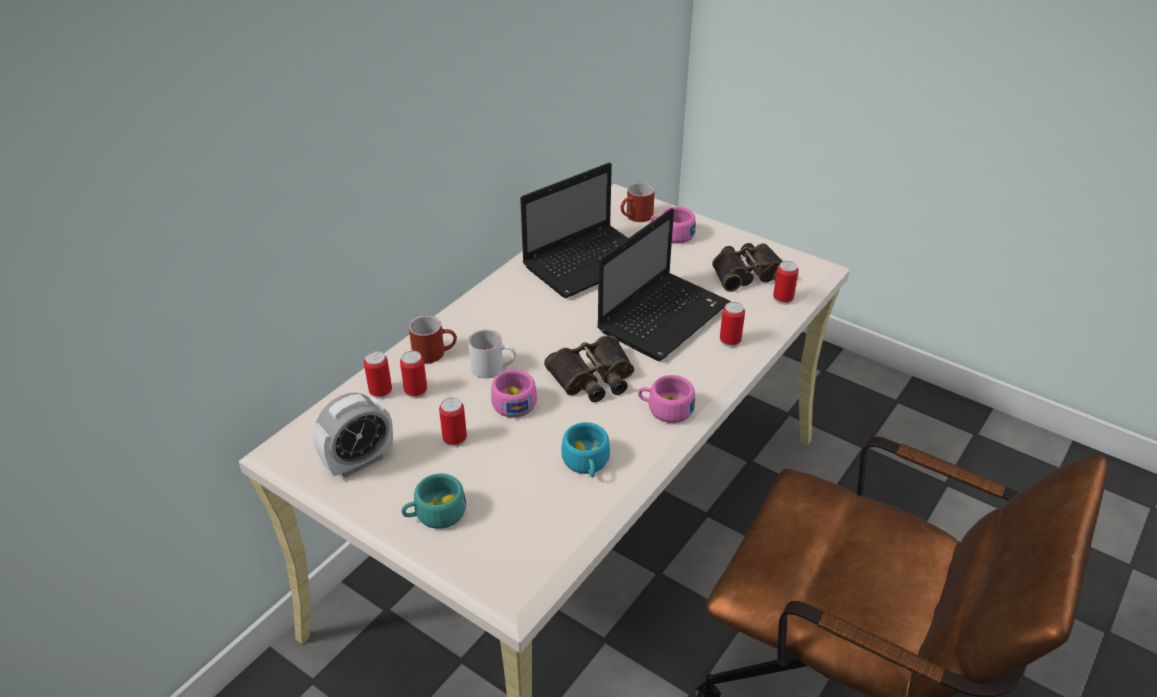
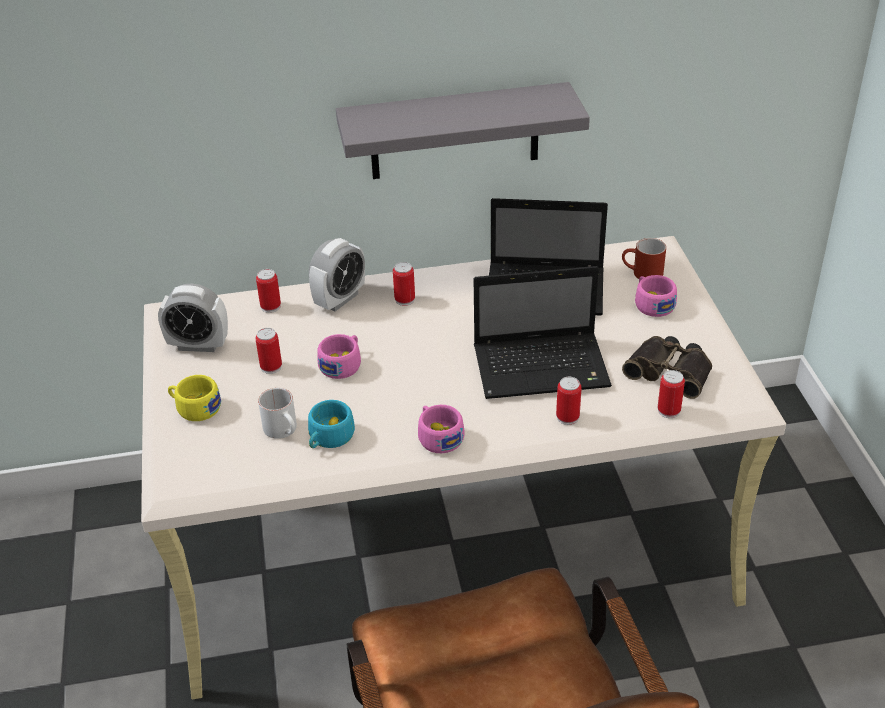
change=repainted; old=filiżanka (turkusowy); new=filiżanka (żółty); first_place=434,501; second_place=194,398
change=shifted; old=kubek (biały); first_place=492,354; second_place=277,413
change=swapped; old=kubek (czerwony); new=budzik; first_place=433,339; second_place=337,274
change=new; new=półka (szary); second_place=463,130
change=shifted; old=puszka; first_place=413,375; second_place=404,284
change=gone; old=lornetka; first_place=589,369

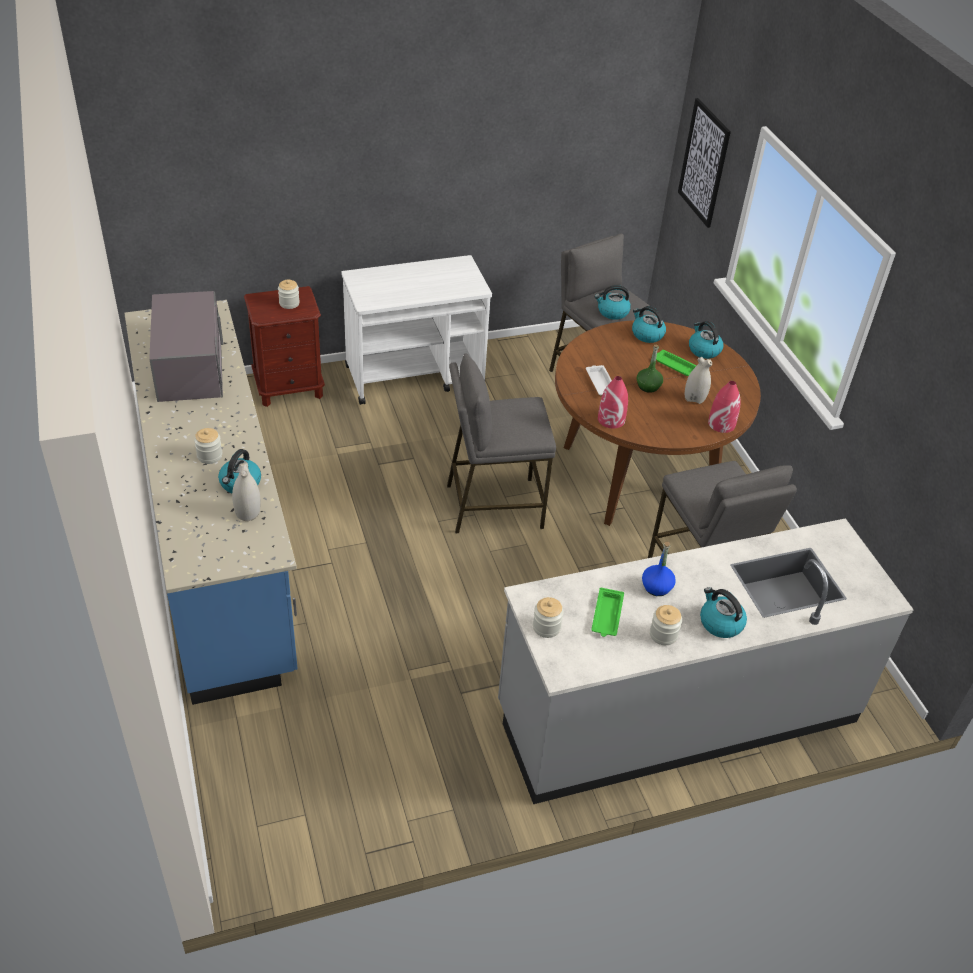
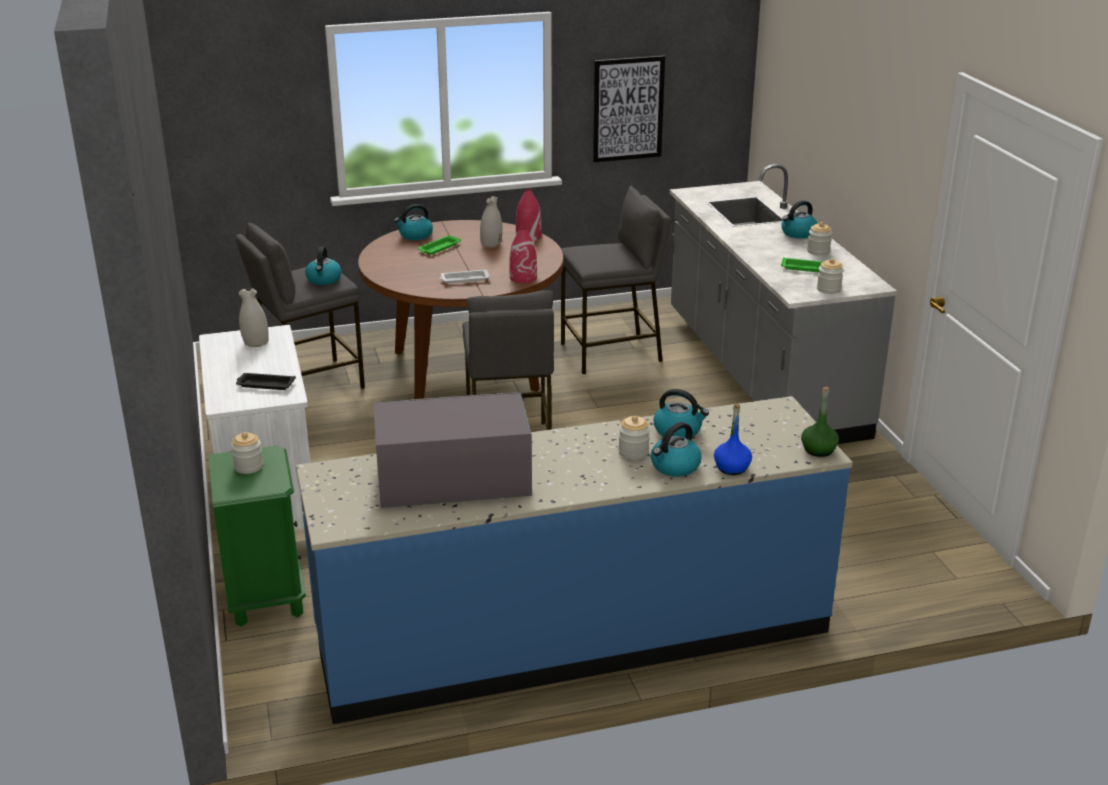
change=repainted; old=szafka nocna (brązowy); new=szafka nocna (zielony); first_place=284,346; second_place=257,536
change=new; new=taca (czarny); second_place=266,381
change=shifted; old=wazon (biały); first_place=246,492; second_place=253,317
change=shifted; old=obraz; first_place=704,163; second_place=629,109
change=shifted; old=czajnik; first_place=649,324; second_place=676,449
change=shifted; old=butelka (niebieski); first_place=659,569; second_place=733,439
change=shifted; old=butelka (zielony); first_place=650,369; second_place=820,421

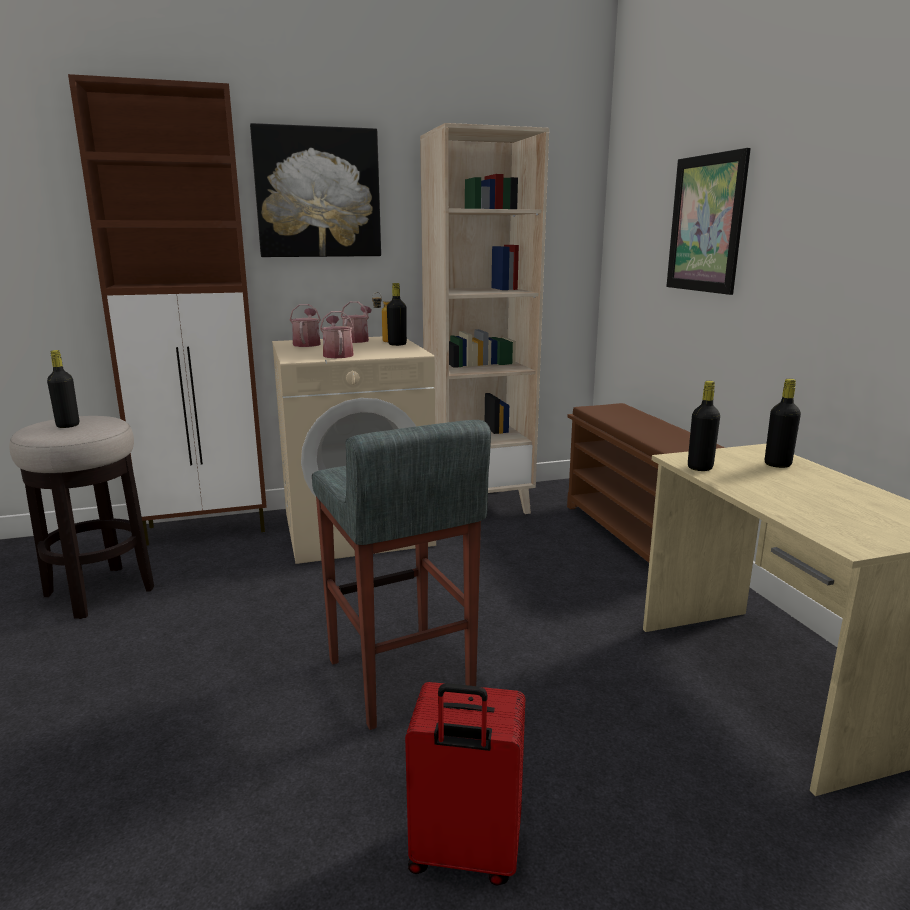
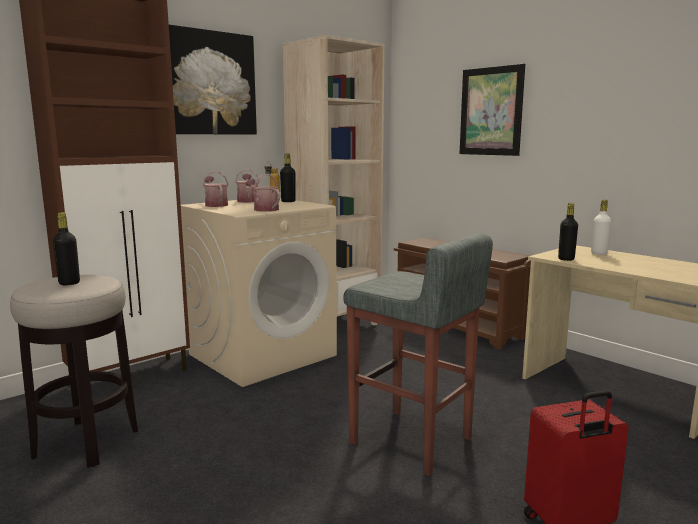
change=repainted; old=butelka (czarny); new=butelka (biały); first_place=783,423; second_place=601,227

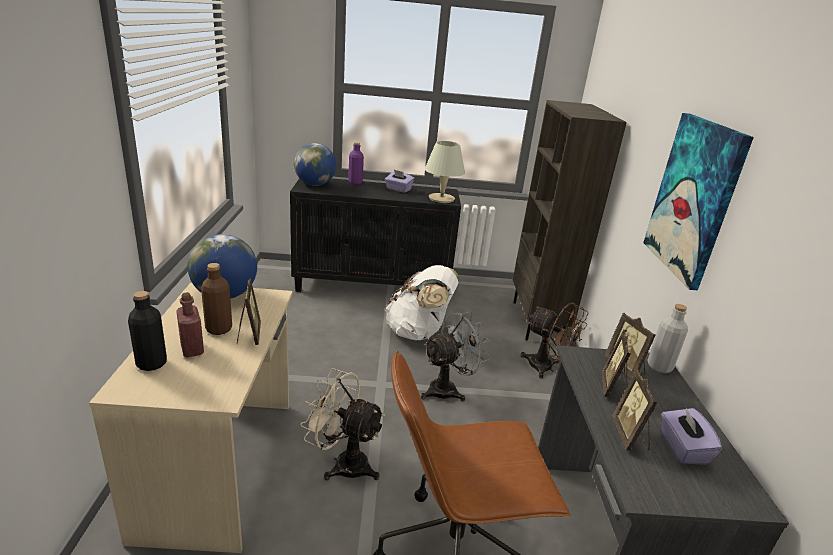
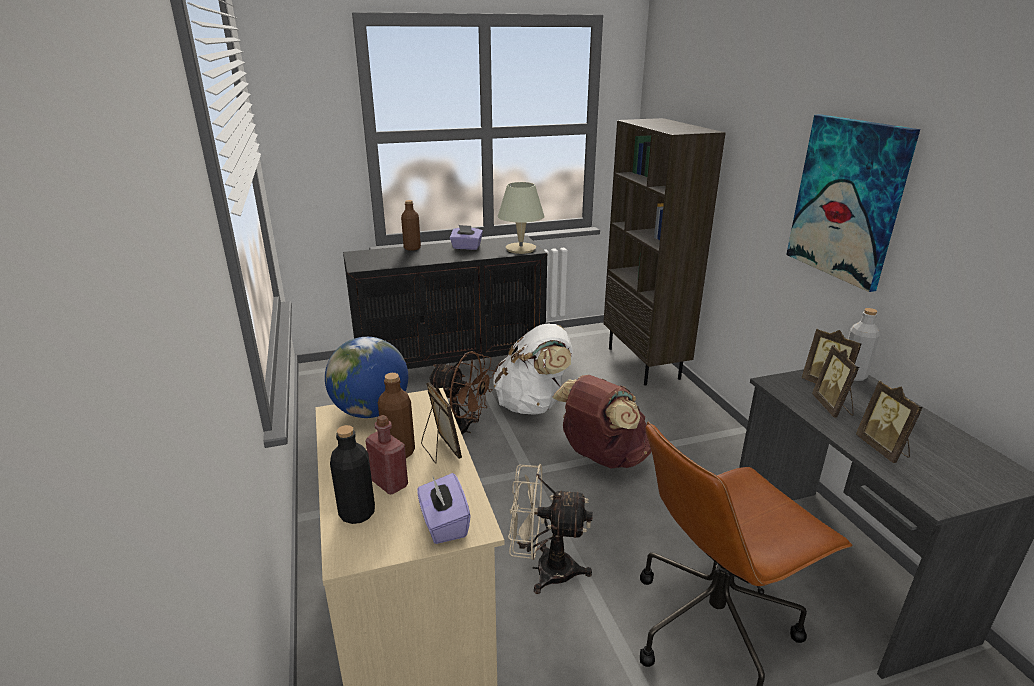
change=repainted; old=butelka (fioletowy); new=butelka (brązowy); first_place=356,163; second_place=411,225
change=shifted; old=pudełko chusteczek (fioletowy); first_place=692,436; second_place=444,508
change=shifted; old=wentylator (brązowy); first_place=554,340; second_place=462,392
change=swapped; old=wentylator (szary); new=plecak (brązowy); first_place=456,356; second_place=601,421
change=gone; old=globus; first_place=315,164

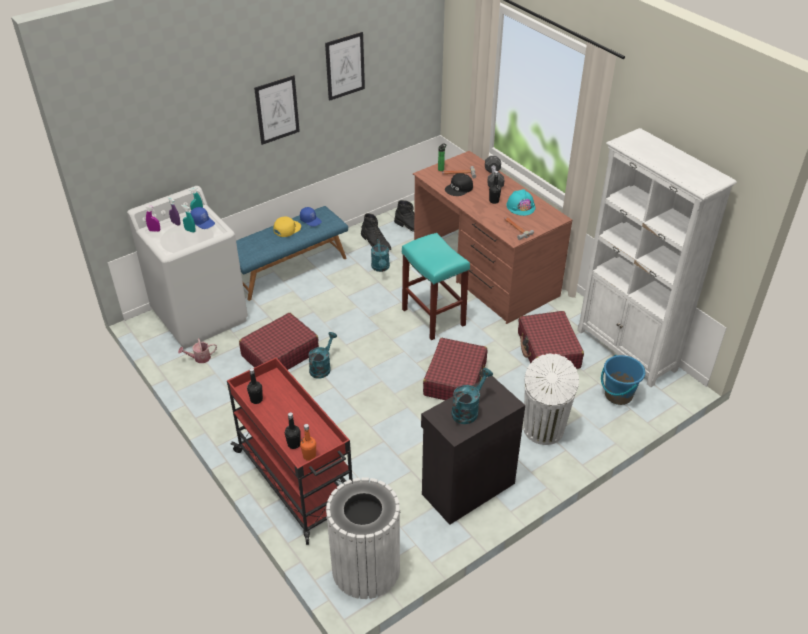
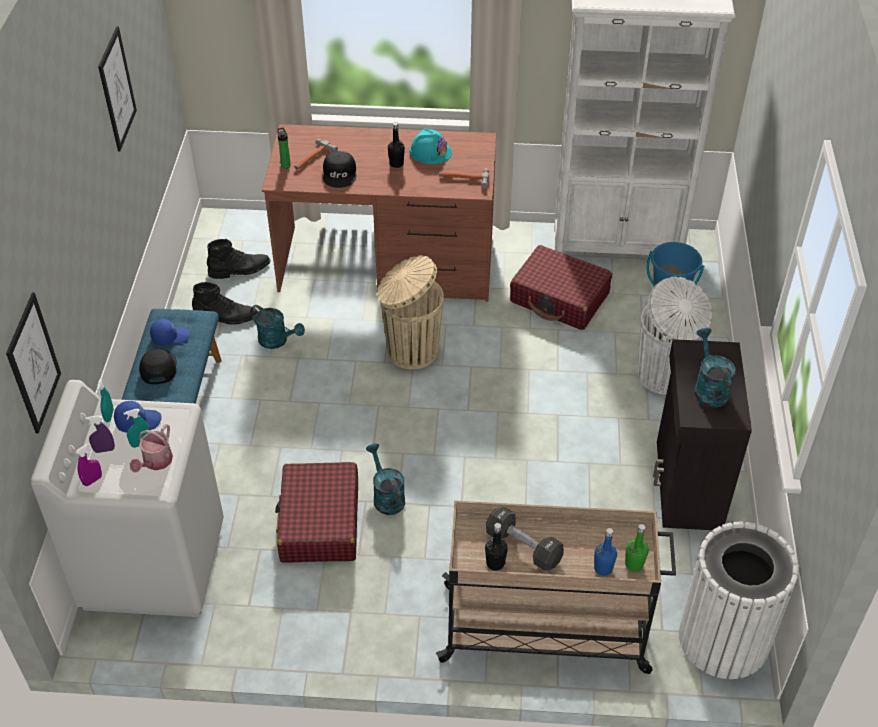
change=shifted; old=obraz; first_place=277,110; second_place=33,363
change=shifted; old=konewka; first_place=197,350; second_place=151,448
change=repainted; old=czapka z daszkiem (żółty); new=czapka z daszkiem (czarny); first_place=287,227; second_place=157,366
change=swapped; old=stołek (turkusowy); new=kosz na śmieci (beżowy); first_place=436,286; second_place=410,312
change=repainted; old=wózek (czerwony); new=wózek (beżowy); first_place=290,451; second_place=556,587
change=shifted; old=hantel (czarny); first_place=494,172; second_place=525,539
change=repainted; old=butelka (czarny); new=butelka (niebieski); first_place=293,430; second_place=605,552
change=repainted; old=butelka (pomarańczowy); new=butelka (zielony); first_place=308,442; second_place=637,548
change=gone; old=walizka (czerwony); first_place=455,369

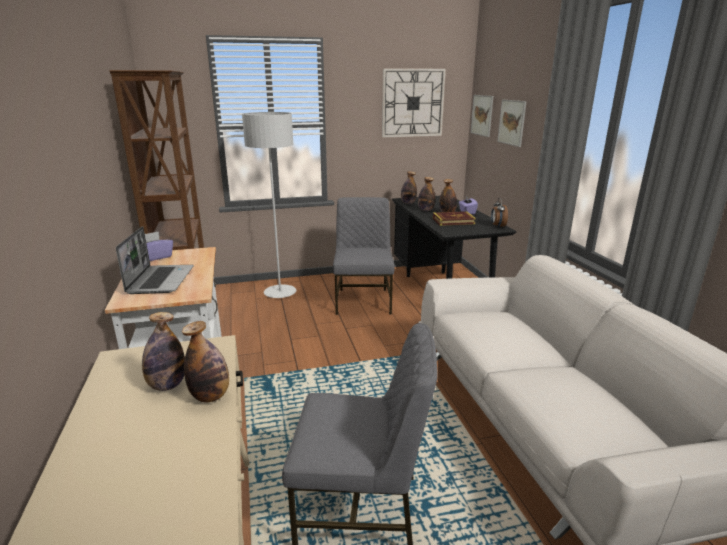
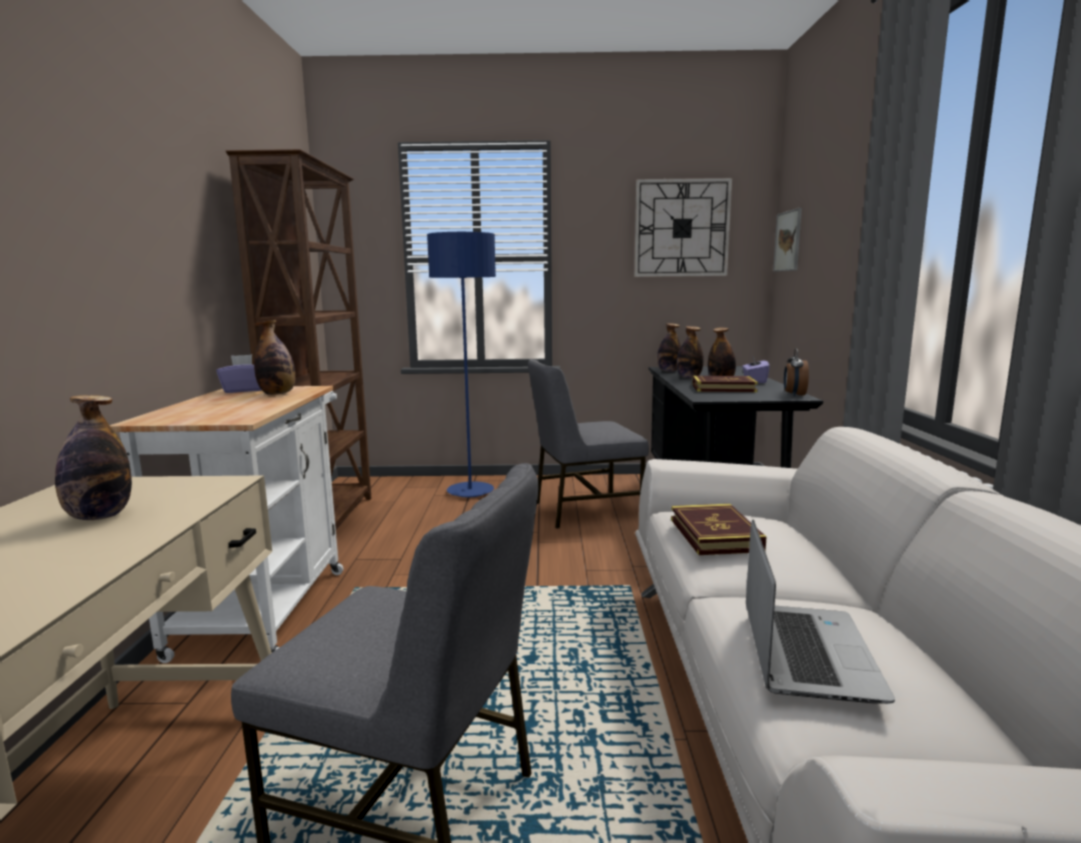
change=shifted; old=butelka; first_place=205,361; second_place=275,357
change=repainted; old=lampa stojąca (szary); new=lampa stojąca (niebieski); first_place=269,205; second_place=461,364
change=rotated; old=krzesło (szary); first_place=364,256; second_place=588,444; degrees=-120
change=new; new=książka; second_place=718,529
change=shifted; old=laptop; first_place=155,260; second_place=820,612
change=gone; old=obraz; first_place=512,123

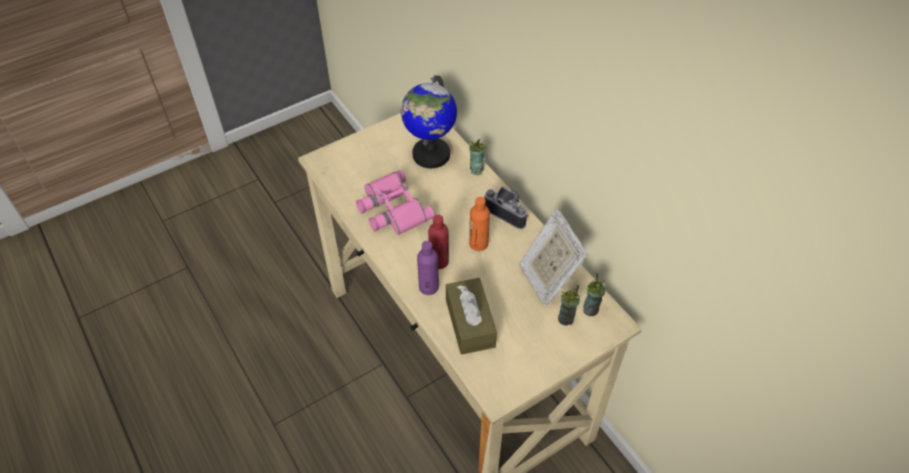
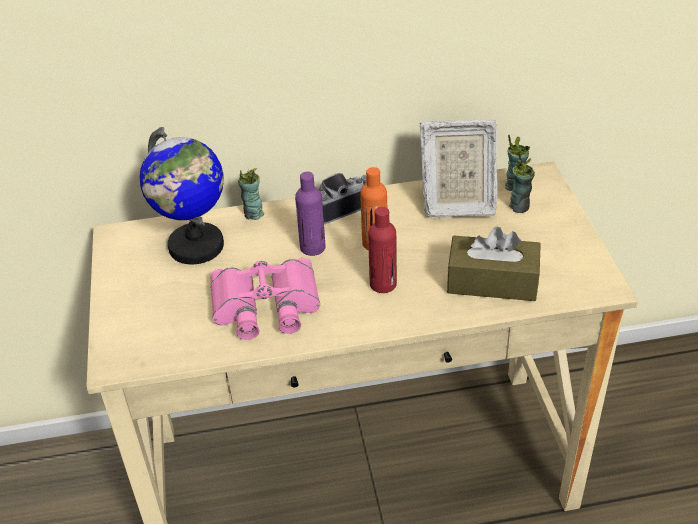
change=shifted; old=butelka (fioletowy); first_place=428,268; second_place=310,214

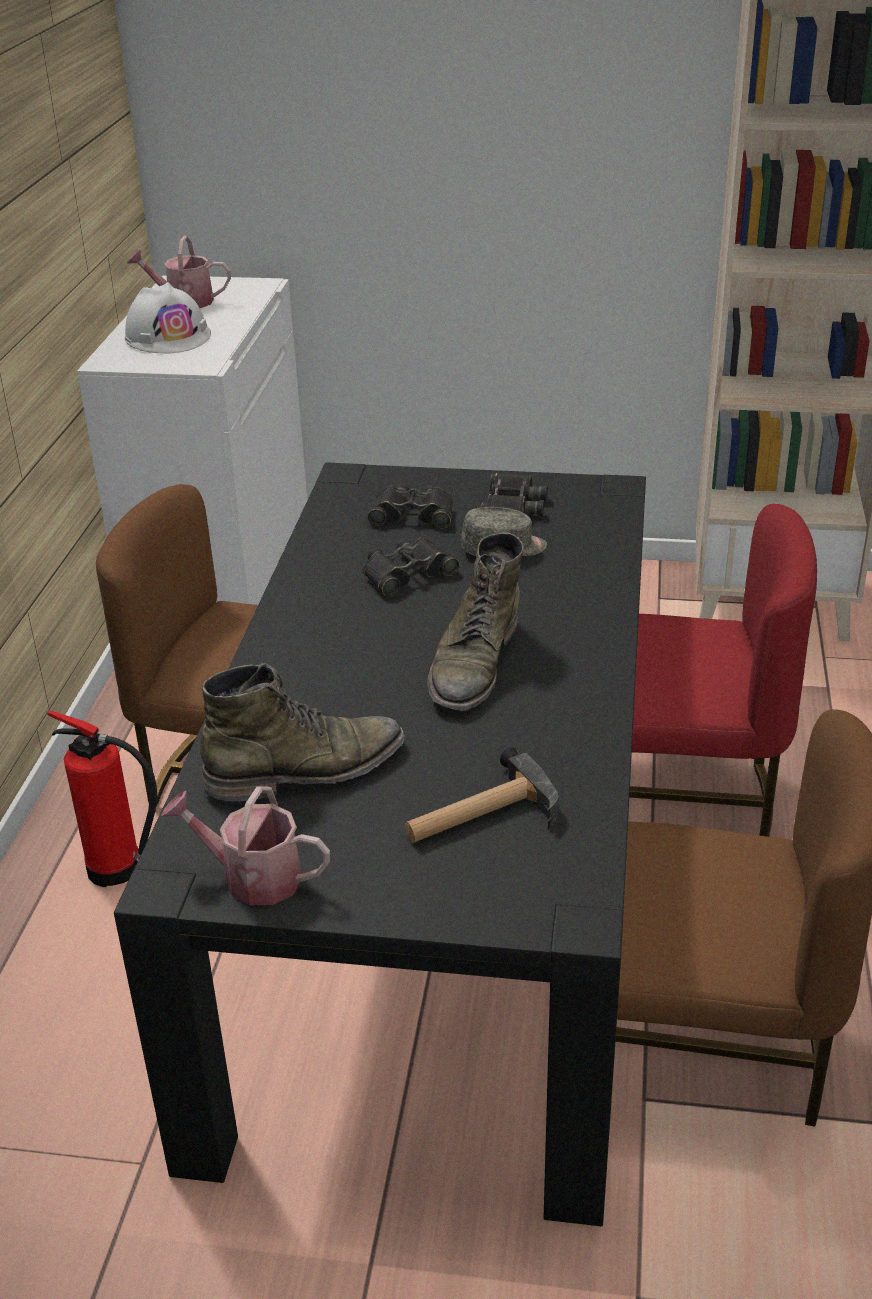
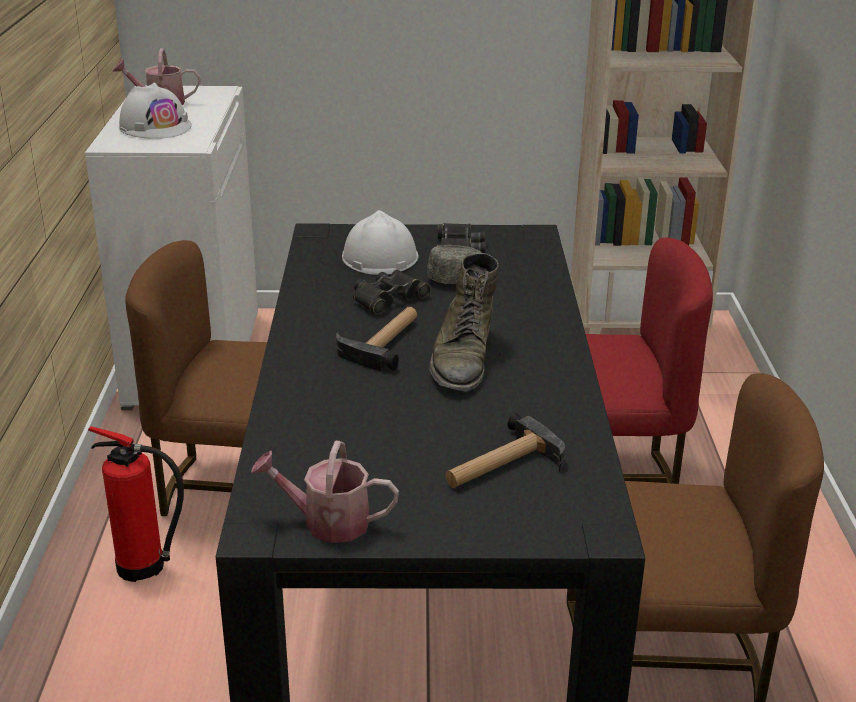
change=new; new=młotek; second_place=376,338
change=swapped; old=lornetka (czarny); new=kask (biały); first_place=410,506; second_place=380,242
change=gone; old=but z cholewką (zielony); first_place=302,732

